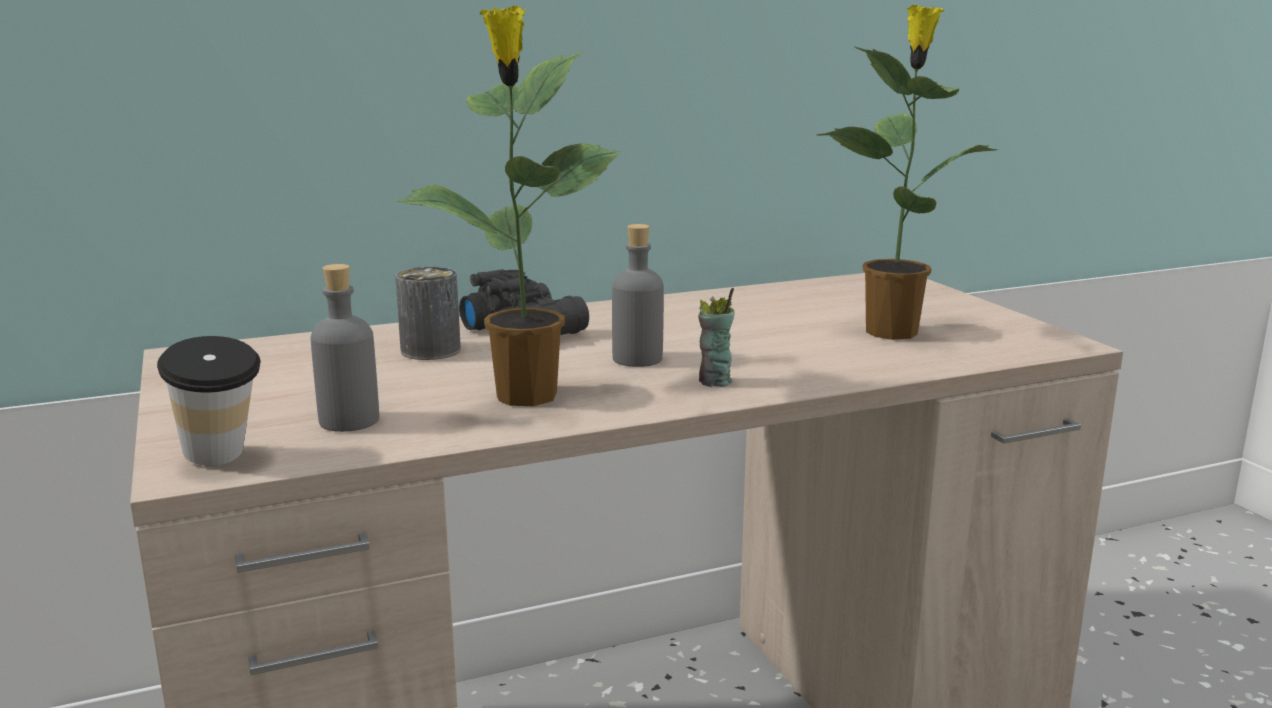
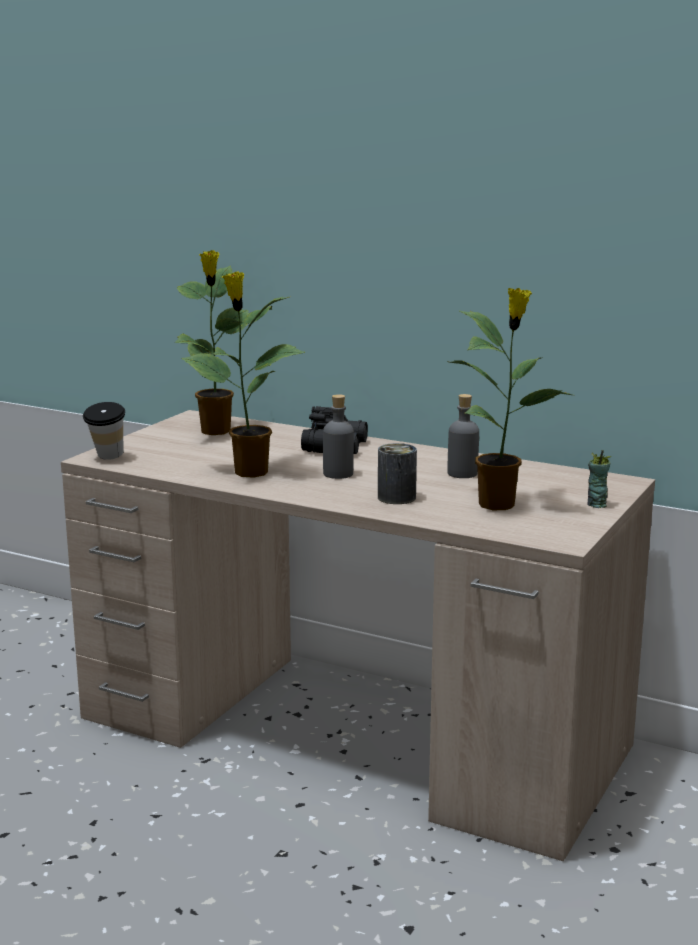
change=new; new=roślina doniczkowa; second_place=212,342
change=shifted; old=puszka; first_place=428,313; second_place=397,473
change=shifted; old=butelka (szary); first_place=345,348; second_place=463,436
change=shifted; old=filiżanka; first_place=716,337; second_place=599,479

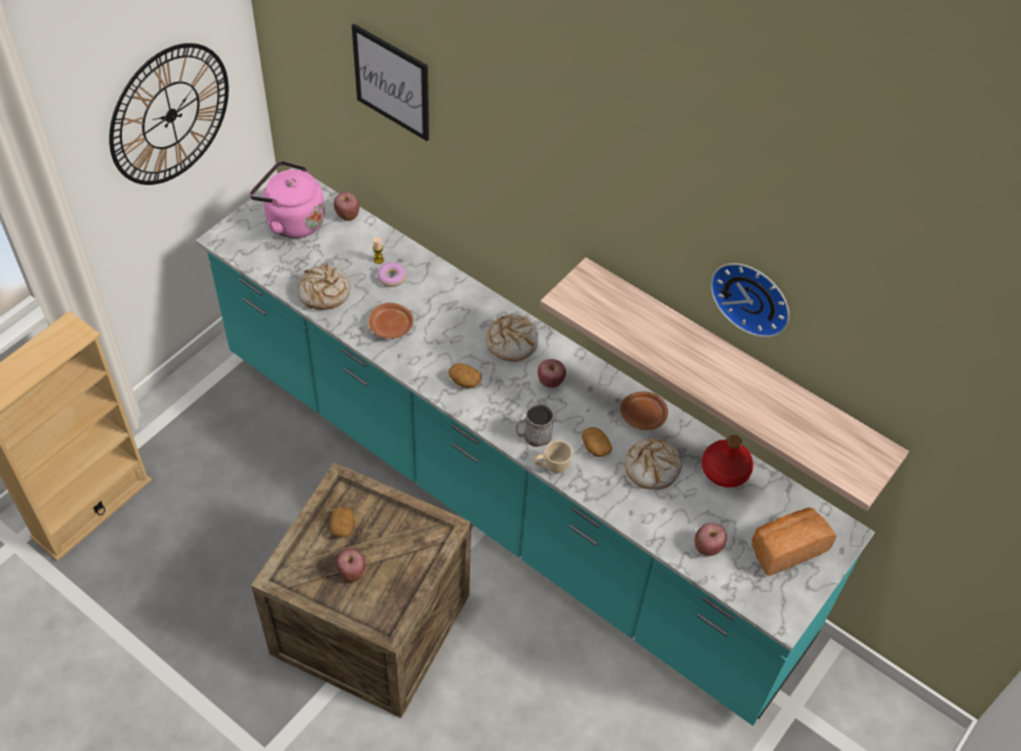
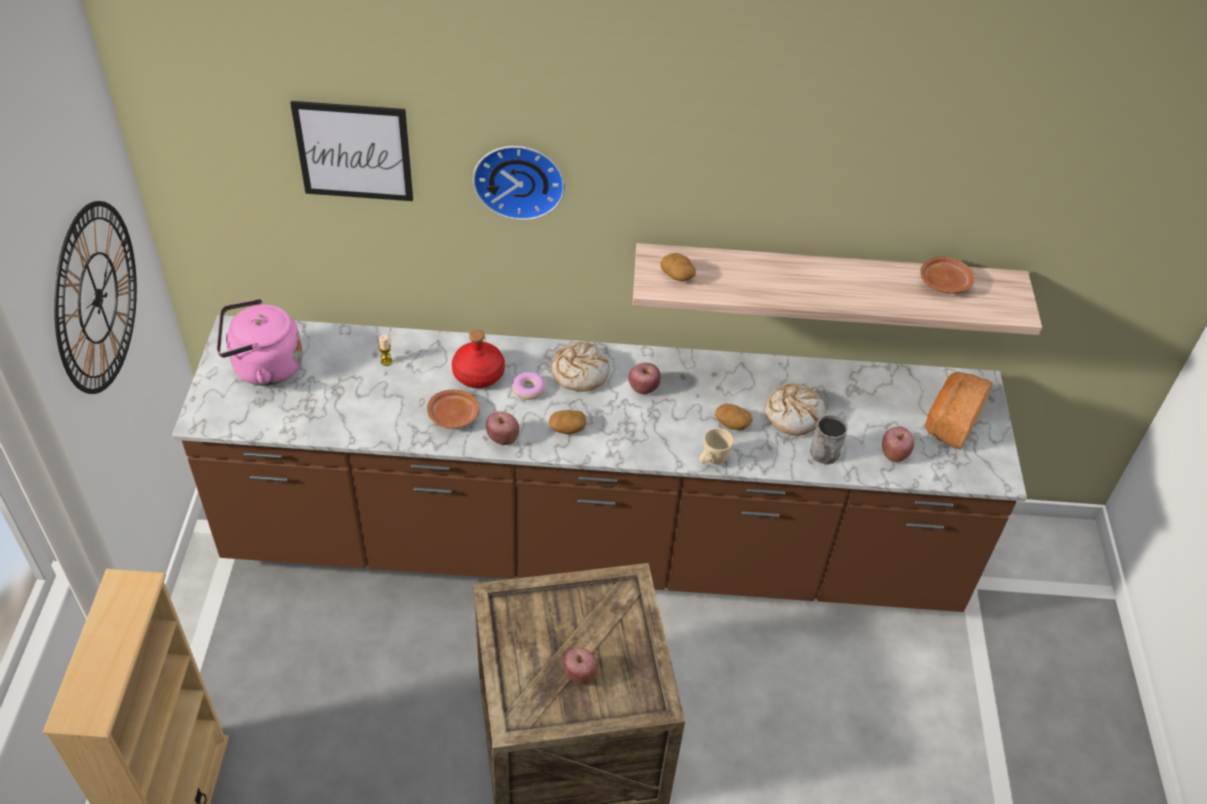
change=repainted; old=zabudowa kuchenna (turkusowy); new=zabudowa kuchenna (brązowy); first_place=535,446; second_place=599,463
change=shifted; old=butelka (czerwony); first_place=727,461; second_place=478,359
change=shifted; old=zegar ścienny; first_place=750,300; second_place=519,183
change=shifted; old=jabłko; first_place=347,206; second_place=502,428
change=shifted; old=donut; first_place=391,275; second_place=529,386
change=shifted; old=ziemniak; first_place=342,522; second_place=678,267
change=shifted; old=kubek (szary); first_place=535,425; second_place=829,439
change=shifted; old=talerz (brązowy); first_place=644,411; second_place=947,274
change=gone; old=chleb; first_place=323,286

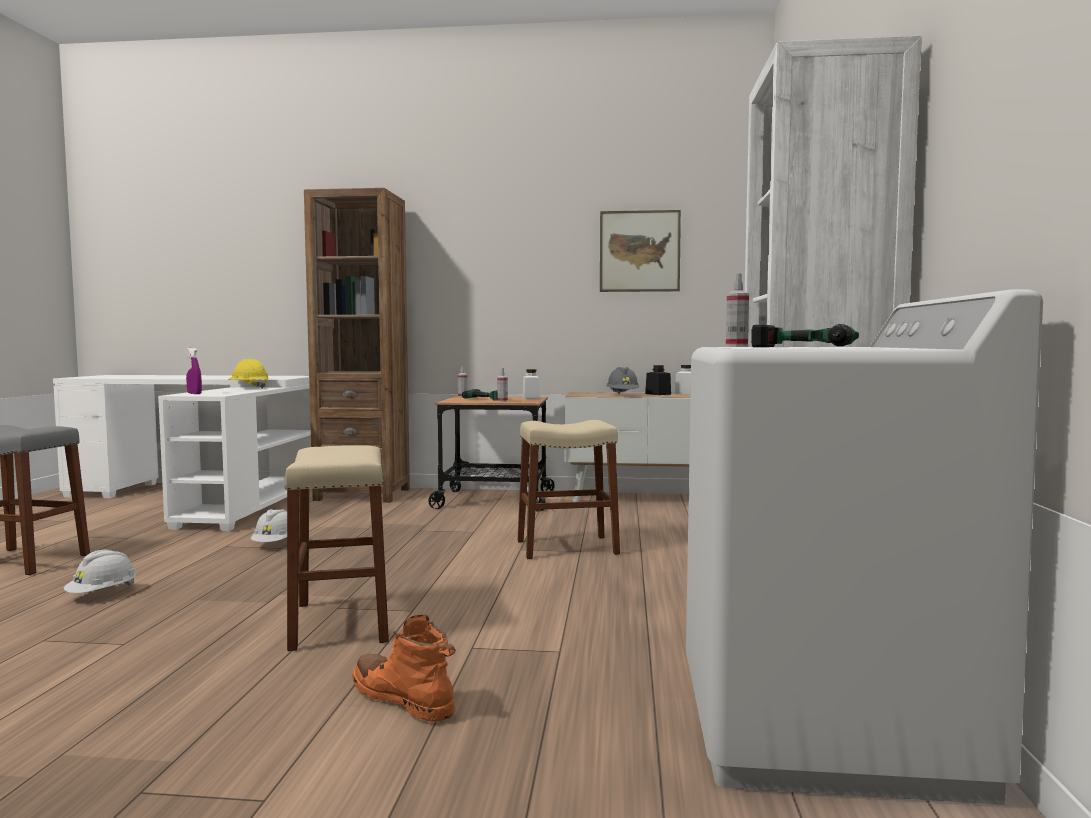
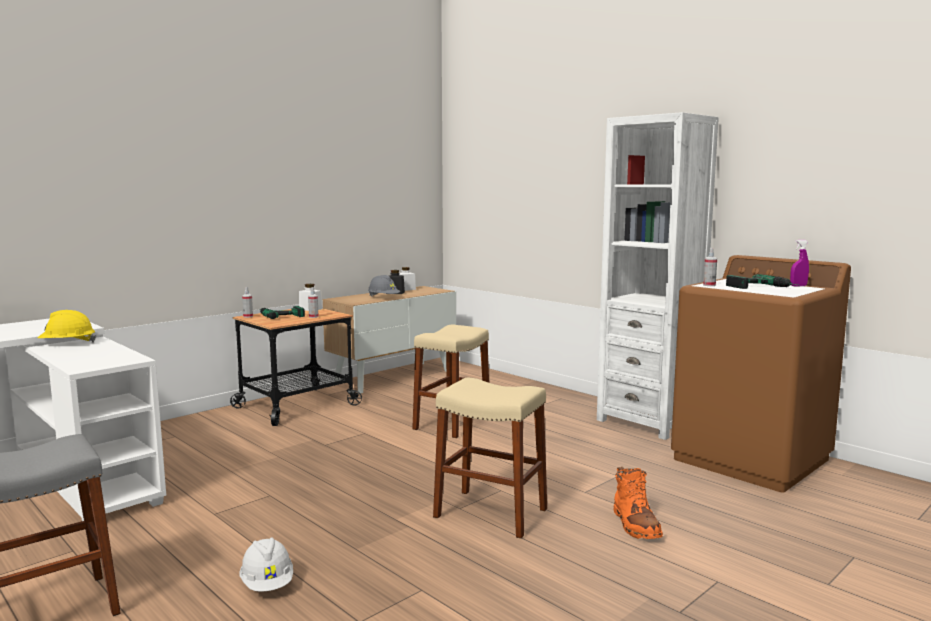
change=rotated; old=but z cholewką (pomarańczowy); first_place=404,668; second_place=638,502; degrees=-90
change=repainted; old=pralka (biały); new=pralka (brązowy); first_place=864,547; second_place=761,374
change=shifted; old=spryskiwacz (fioletowy); first_place=194,371; second_place=799,263
change=gone; old=kask (biały); first_place=269,525
change=gone; old=regał (brązowy); first_place=357,345
change=gone; old=obraz; first_place=640,251

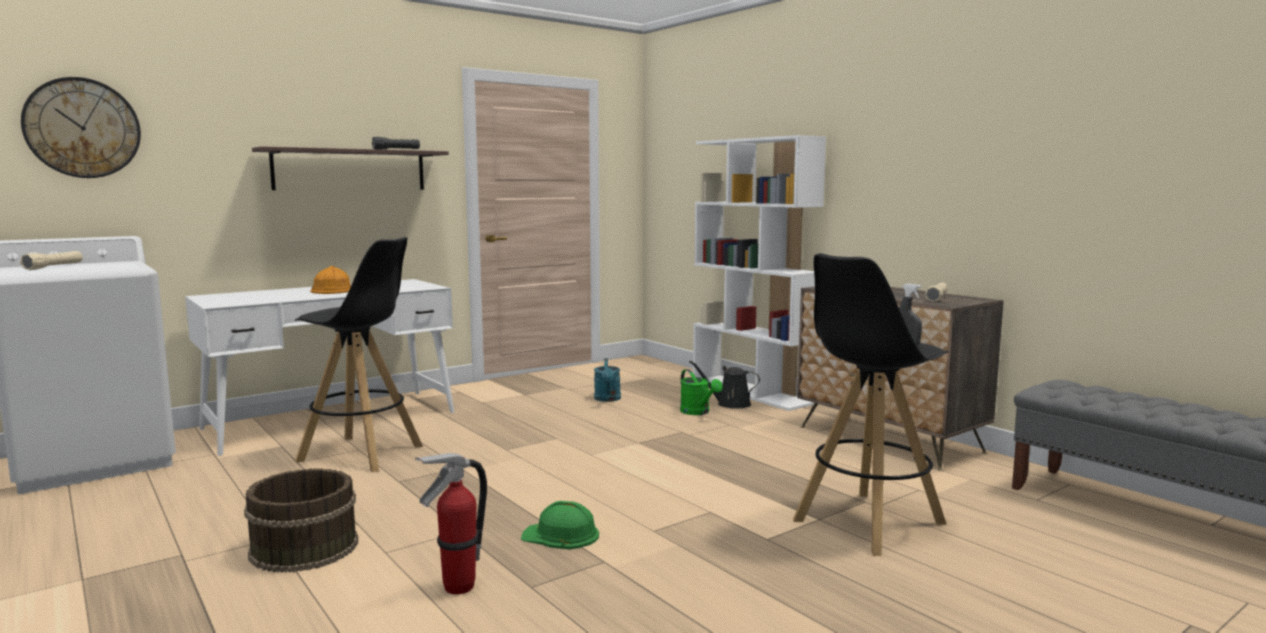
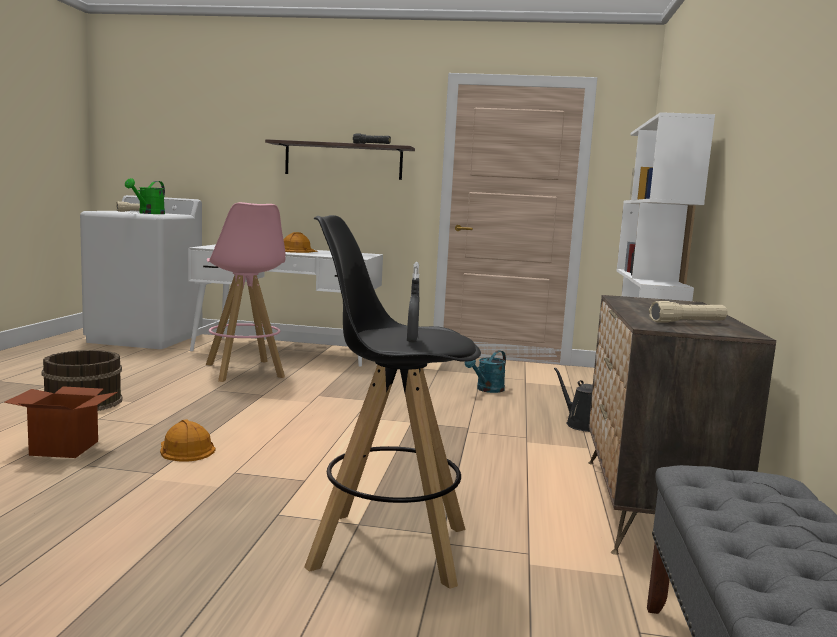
change=swapped; old=gaśnica; new=karton; first_place=451,523; second_place=61,422
change=shifted; old=konewka (zielony); first_place=701,392; second_place=145,196
change=repainted; old=kask (zielony); new=kask (pomarańczowy); first_place=560,525; second_place=187,440
change=repainted; old=stołek (czarny); new=stołek (różowy); first_place=359,354; second_place=246,292
change=gone; old=zegar ścienny; first_place=81,127

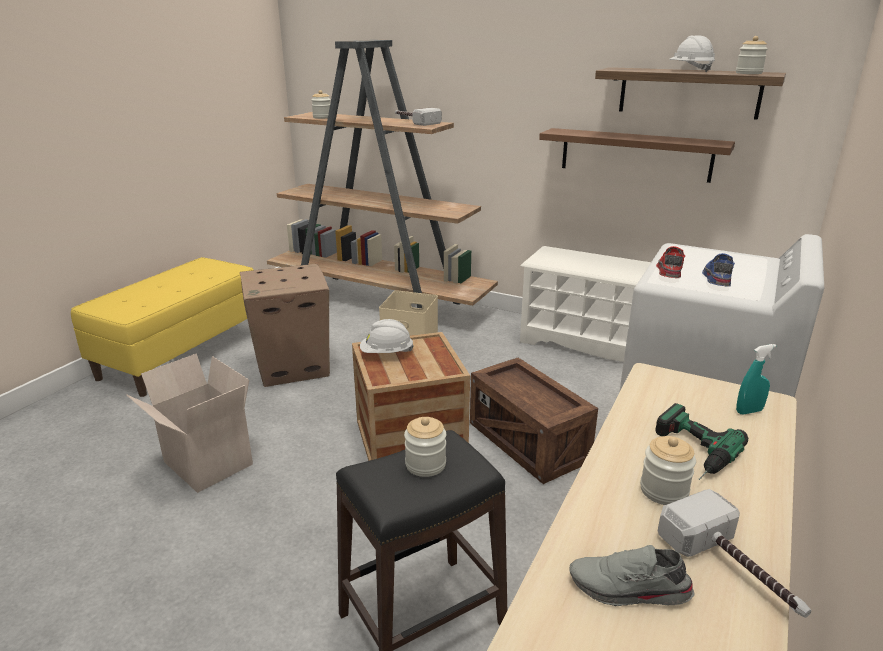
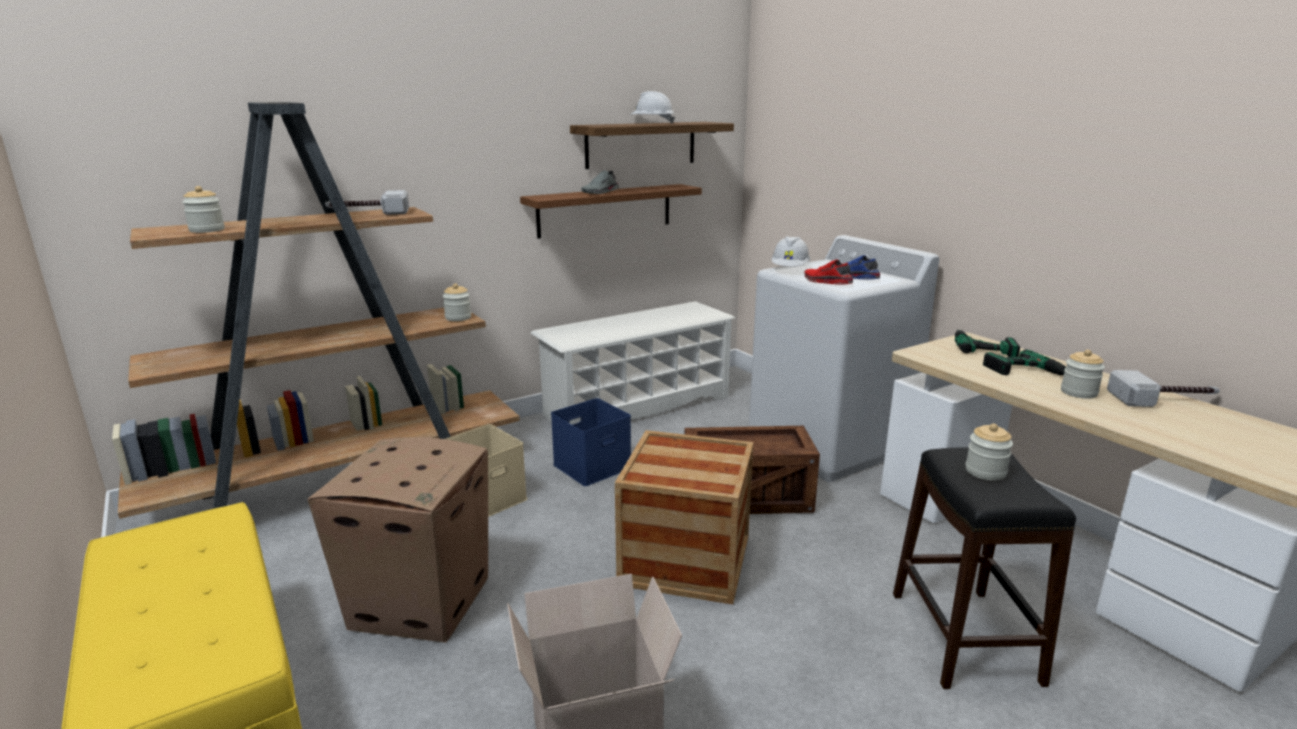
change=shifted; old=słoik; first_place=752,55; second_place=457,302
change=new; new=pojemnik do przechowywania (niebieski); second_place=591,442
change=shifted; old=but (szary); first_place=631,575; second_place=600,182
change=shifted; old=kask (biały); first_place=387,336; second_place=791,251
change=swapped; old=spryskiwacz (turkusowy); new=wiertarka; first_place=756,379; second_place=987,343

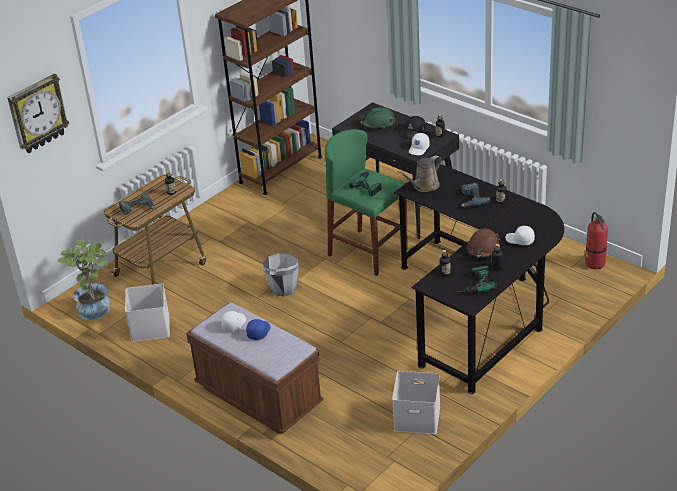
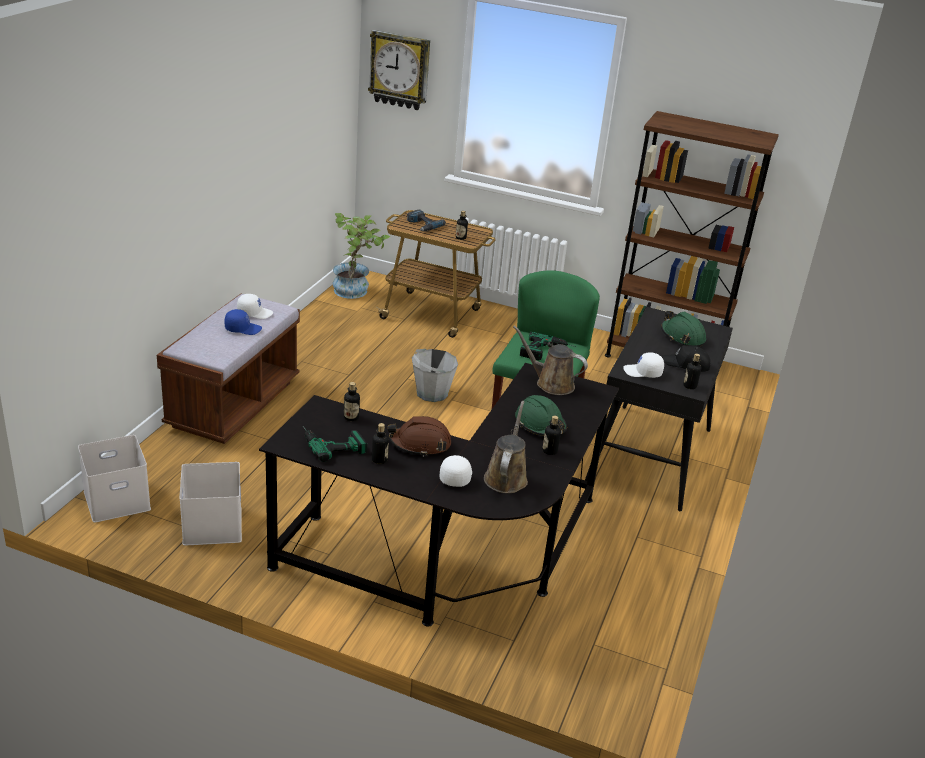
change=shifted; old=pojemnik do przechowywania (biały); first_place=147,313; second_place=114,479
change=new; new=konewka (brązowy); second_place=506,447
change=swapped; old=wiertarka; new=kask (zielony); first_place=476,195; second_place=541,415
change=gone; old=gaśnica; first_place=596,240

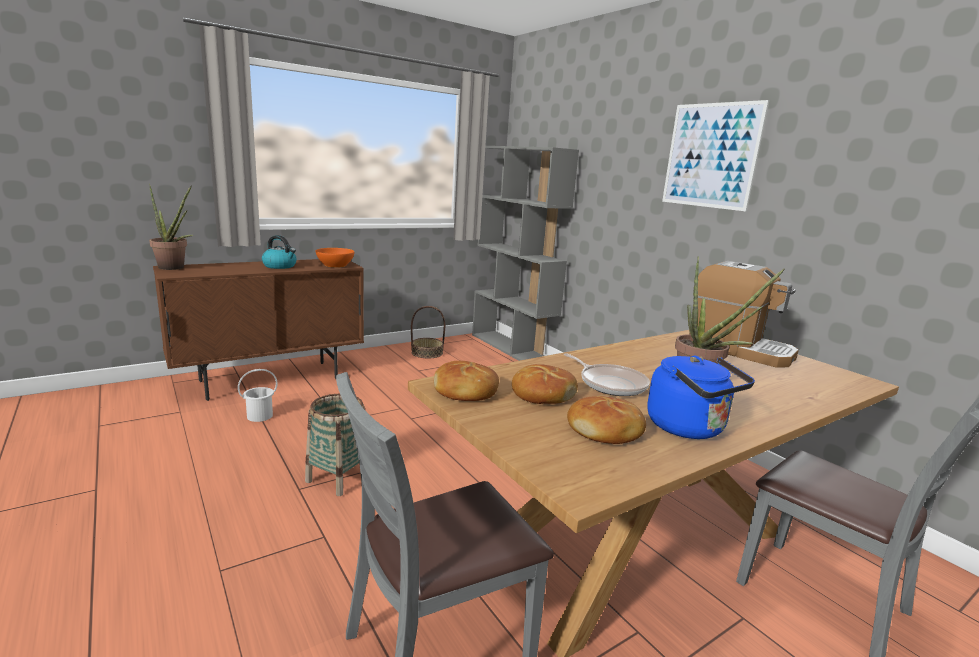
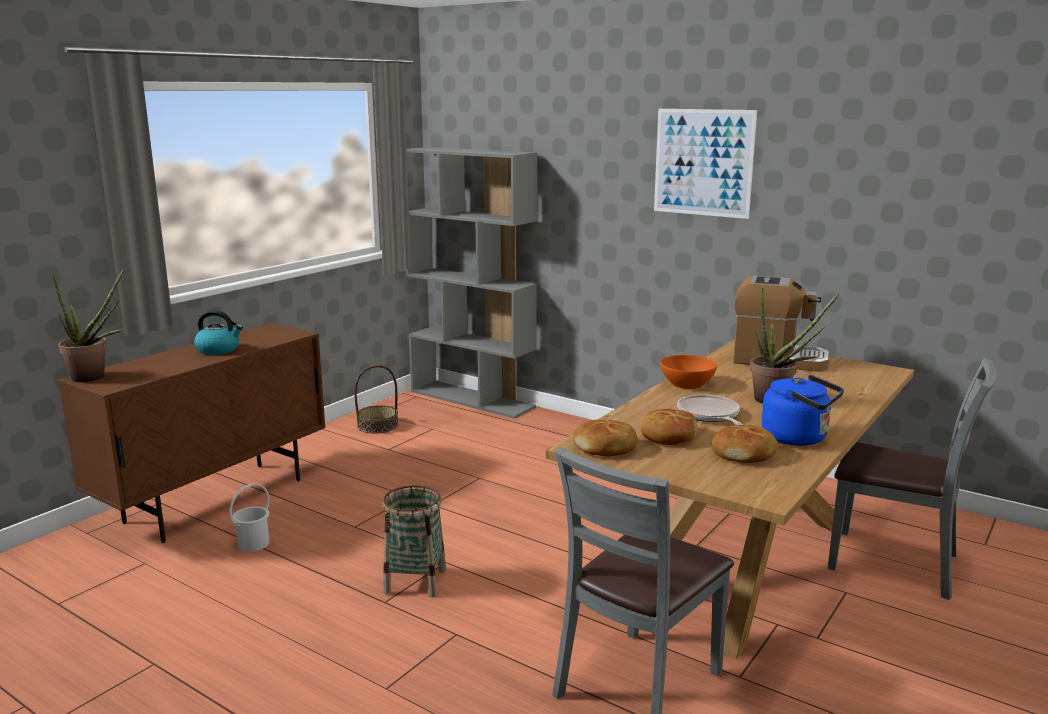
change=shifted; old=miska (pomarańczowy); first_place=335,258; second_place=688,372
change=rotated; old=patelnia; first_place=607,374; second_place=709,409; degrees=-135

